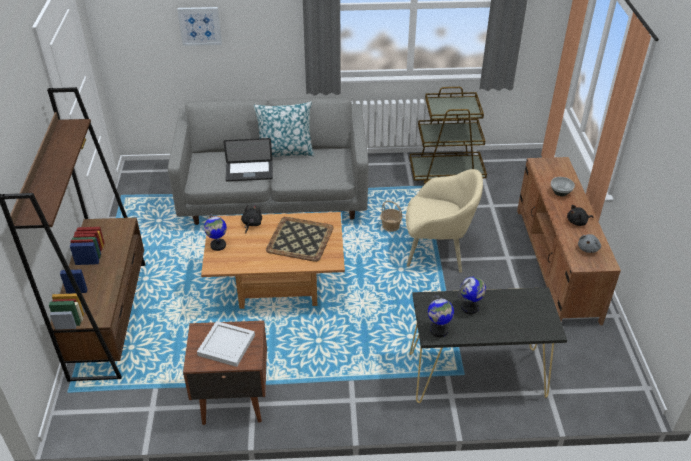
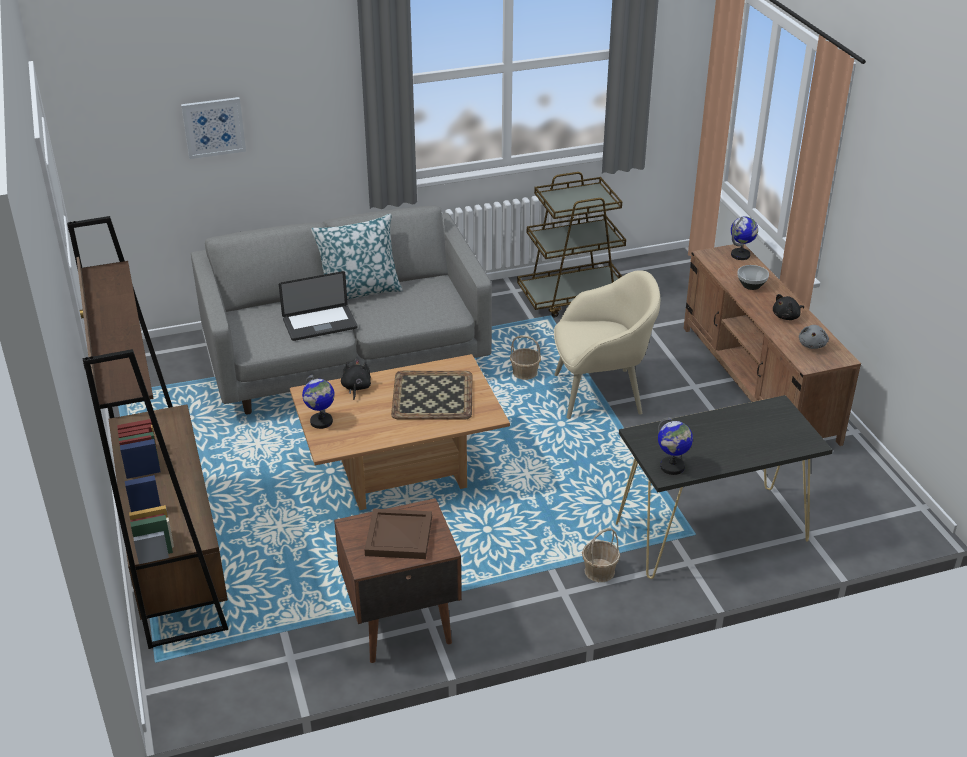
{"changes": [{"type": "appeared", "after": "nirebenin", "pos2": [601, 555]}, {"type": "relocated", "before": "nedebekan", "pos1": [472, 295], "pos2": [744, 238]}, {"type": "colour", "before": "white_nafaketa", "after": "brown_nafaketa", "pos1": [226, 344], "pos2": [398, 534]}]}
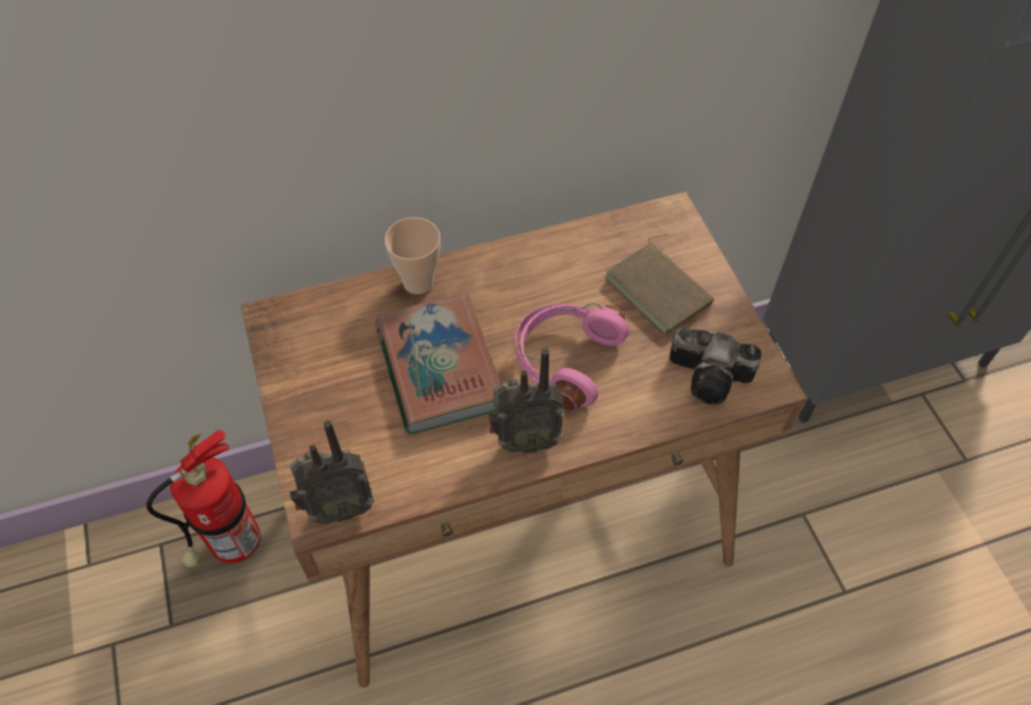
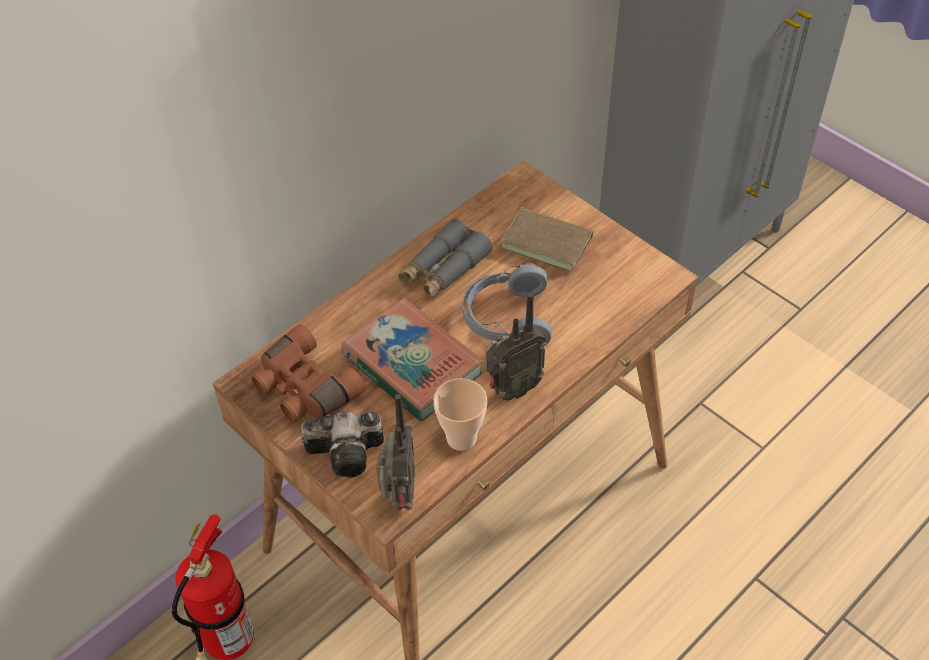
{"changes": [{"type": "appeared", "after": "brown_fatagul", "pos2": [309, 373]}, {"type": "appeared", "after": "grey_fatagul", "pos2": [445, 259]}, {"type": "relocated", "before": "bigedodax", "pos1": [412, 255], "pos2": [460, 414]}, {"type": "relocated", "before": "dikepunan", "pos1": [716, 366], "pos2": [342, 445]}, {"type": "colour", "before": "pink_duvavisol", "after": "grey_duvavisol", "pos1": [572, 357], "pos2": [507, 304]}, {"type": "spun", "before": "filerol", "pos1": [332, 472], "pos2": [395, 452], "turn": -45}]}
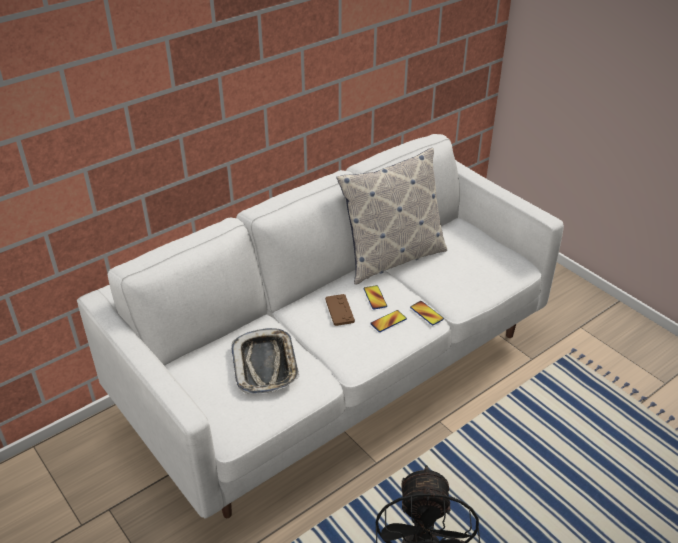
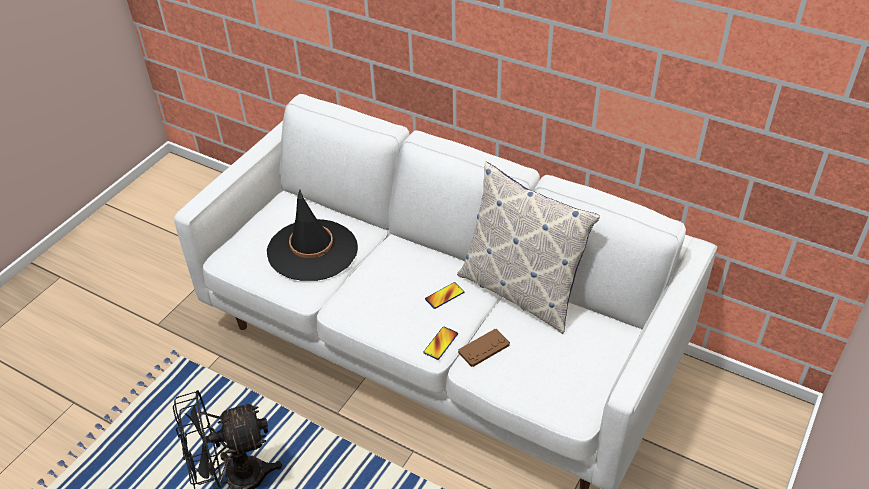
{"changes": [{"type": "missing", "before": "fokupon", "pos1": [388, 321]}, {"type": "relocated", "before": "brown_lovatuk", "pos1": [340, 310], "pos2": [484, 348]}, {"type": "exchanged", "before": "nafaketa", "after": "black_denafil", "pos1": [265, 361], "pos2": [312, 235]}]}
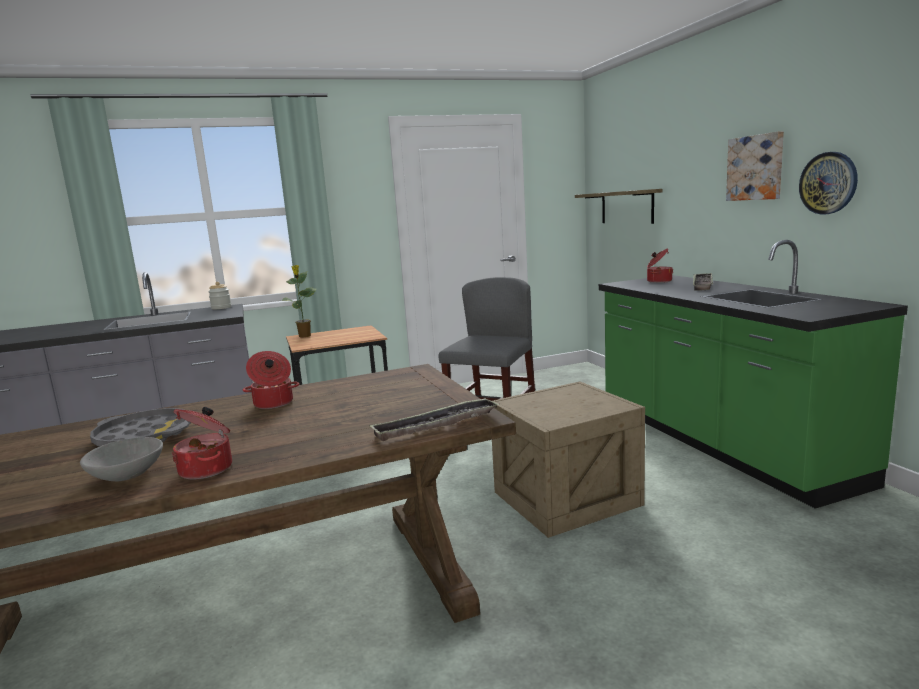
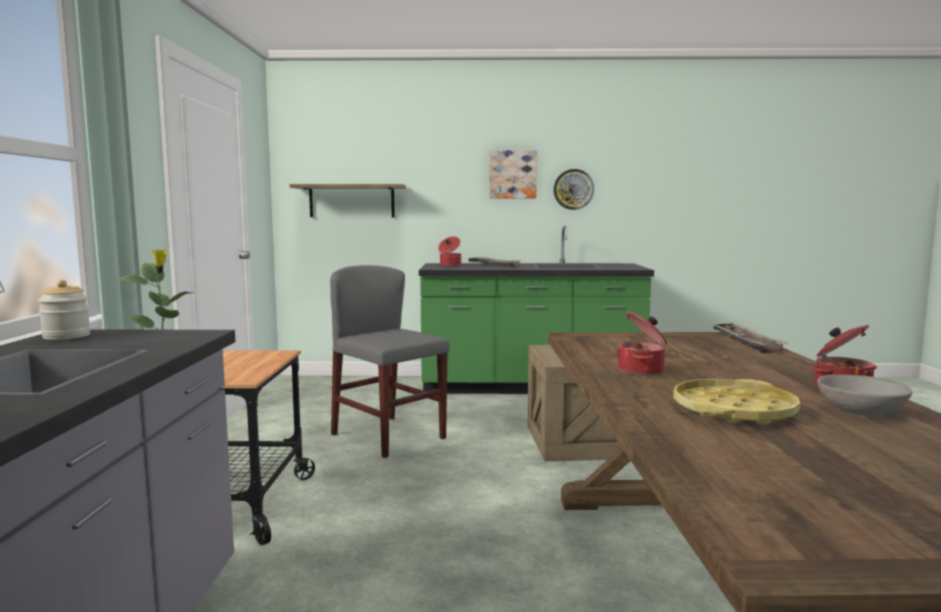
{"changes": [{"type": "colour", "before": "grey_nafaketa", "after": "yellow_nafaketa", "pos1": [140, 427], "pos2": [736, 401]}]}
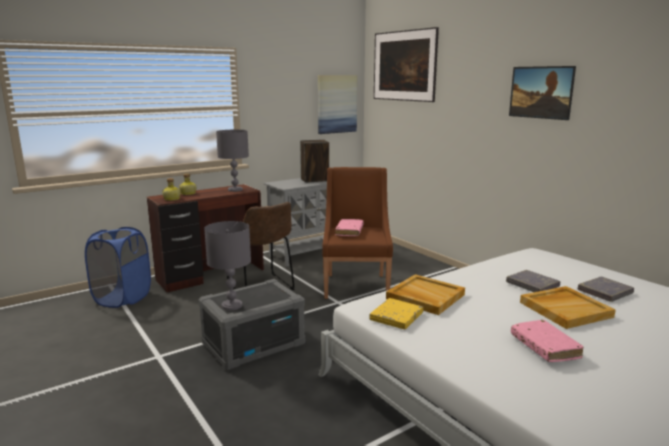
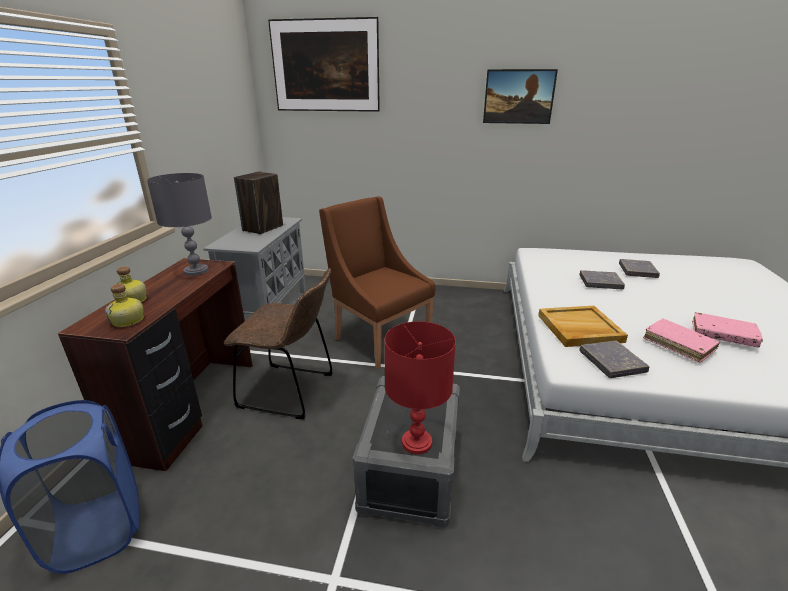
{"changes": [{"type": "missing", "before": "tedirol", "pos1": [337, 104]}, {"type": "missing", "before": "beige_nafaketa", "pos1": [567, 307]}, {"type": "relocated", "before": "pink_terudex", "pos1": [349, 227], "pos2": [681, 341]}, {"type": "colour", "before": "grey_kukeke", "after": "red_kukeke", "pos1": [227, 265], "pos2": [420, 387]}, {"type": "colour", "before": "yellow_terudex", "after": "grey_terudex", "pos1": [396, 313], "pos2": [614, 359]}]}
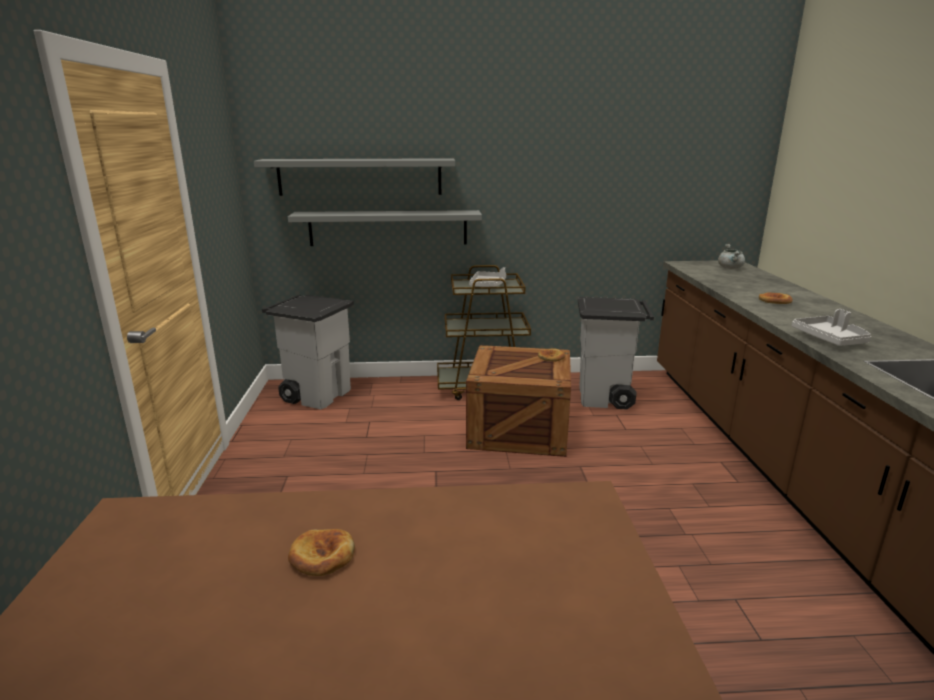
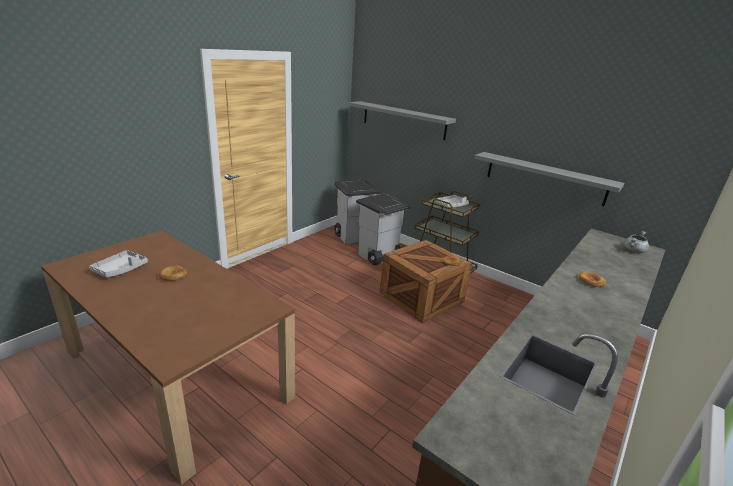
{"changes": [{"type": "relocated", "before": "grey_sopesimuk", "pos1": [385, 228], "pos2": [549, 179]}, {"type": "relocated", "before": "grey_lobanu", "pos1": [616, 353], "pos2": [383, 229]}, {"type": "relocated", "before": "grey_nafaketa", "pos1": [831, 327], "pos2": [118, 263]}]}
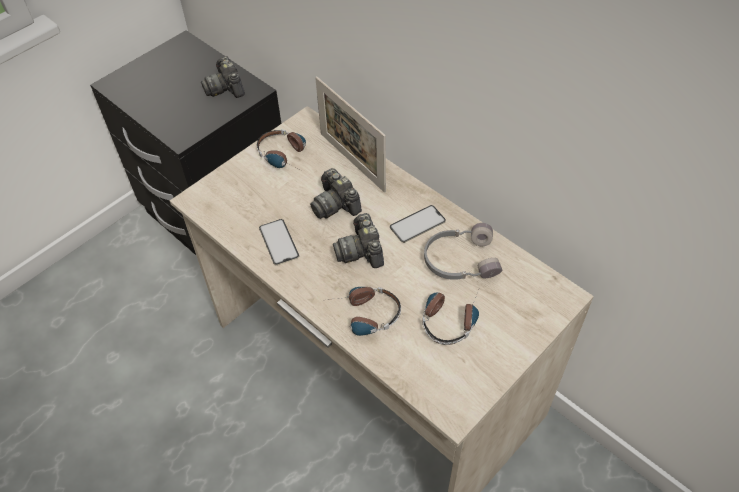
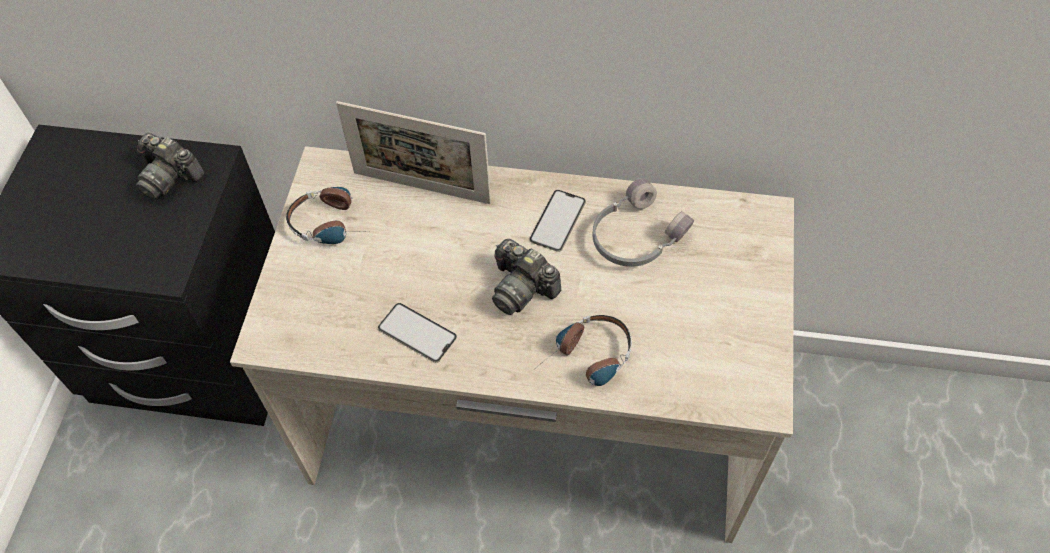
{"changes": [{"type": "missing", "before": "dikepunan", "pos1": [336, 193]}, {"type": "missing", "before": "duvavisol", "pos1": [451, 316]}]}
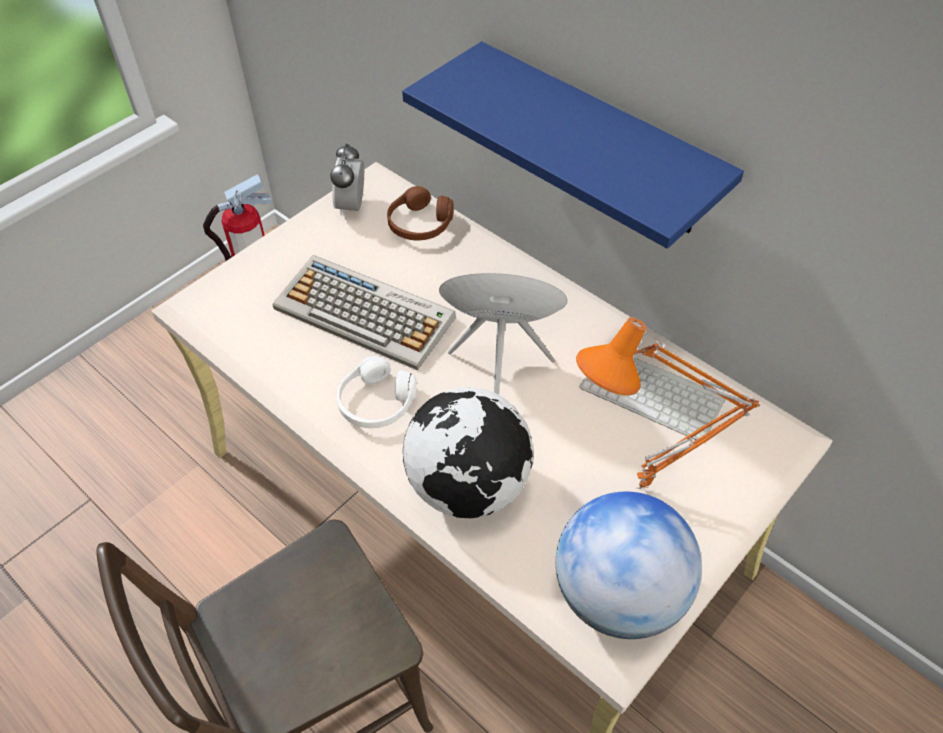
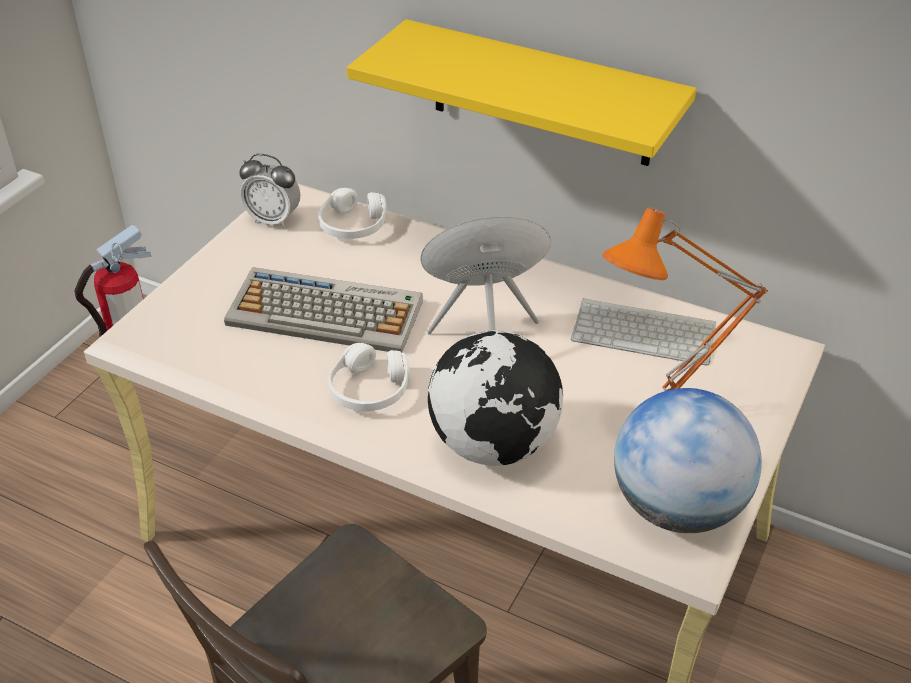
{"changes": [{"type": "colour", "before": "brown_duvavisol", "after": "white_duvavisol", "pos1": [420, 213], "pos2": [352, 213]}, {"type": "colour", "before": "blue_sopesimuk", "after": "yellow_sopesimuk", "pos1": [573, 145], "pos2": [521, 92]}, {"type": "spun", "before": "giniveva", "pos1": [347, 179], "pos2": [269, 191], "turn": -60}]}
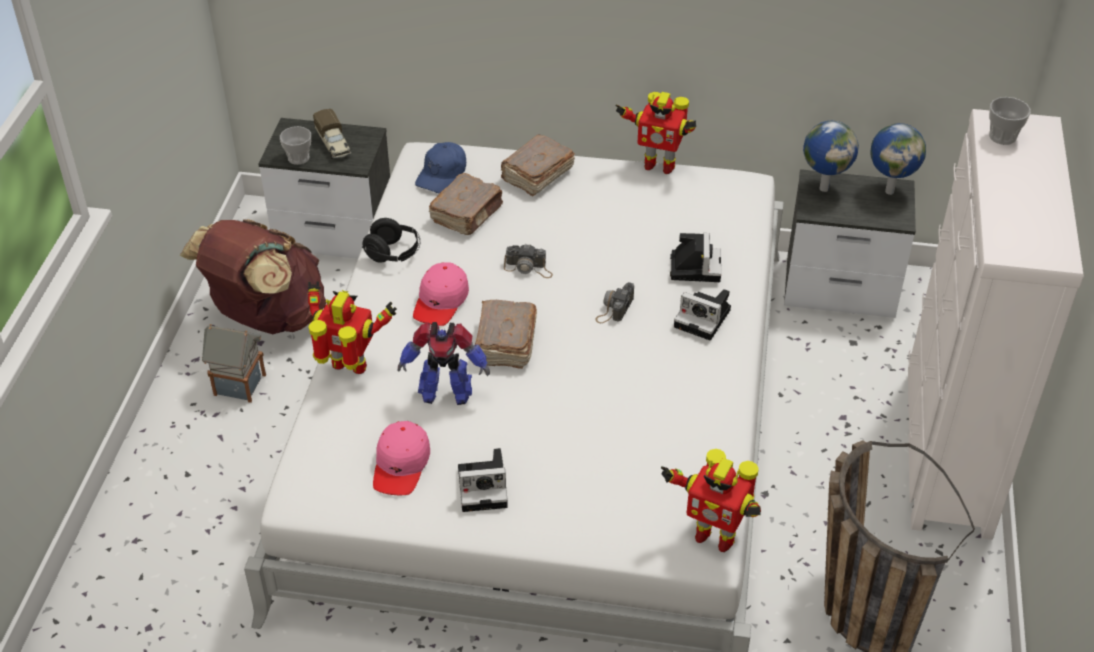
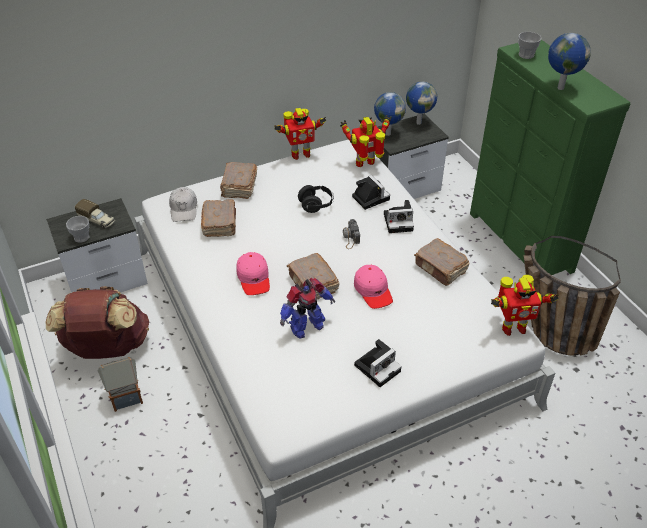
{"changes": [{"type": "missing", "before": "dikepunan", "pos1": [528, 261]}, {"type": "appeared", "after": "brown_terudex", "pos2": [441, 262]}, {"type": "appeared", "after": "nedebekan", "pos2": [569, 61]}, {"type": "relocated", "before": "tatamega", "pos1": [352, 328], "pos2": [365, 141]}, {"type": "relocated", "before": "black_duvavisol", "pos1": [391, 240], "pos2": [316, 199]}, {"type": "relocated", "before": "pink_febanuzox", "pos1": [401, 458], "pos2": [373, 287]}, {"type": "colour", "before": "blue_febanuzox", "after": "white_febanuzox", "pos1": [440, 167], "pos2": [183, 204]}, {"type": "colour", "before": "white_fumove", "after": "green_fumove", "pos1": [996, 324], "pos2": [550, 157]}]}
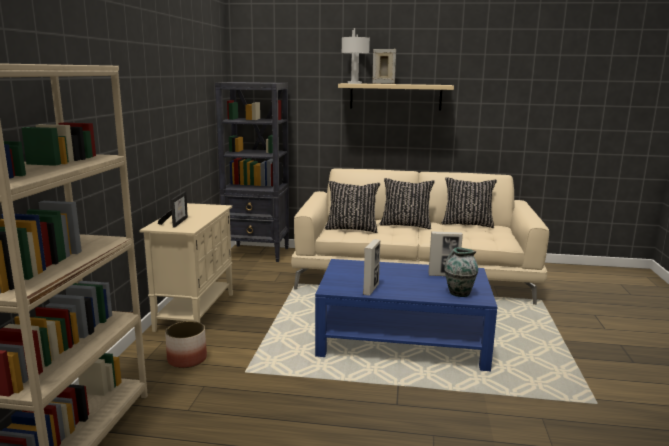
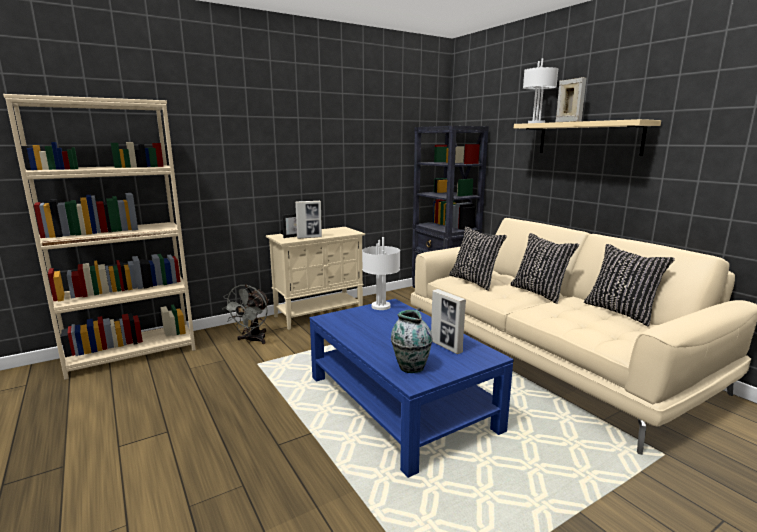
{"changes": [{"type": "appeared", "after": "white_kukeke", "pos2": [381, 273]}, {"type": "relocated", "before": "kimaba", "pos1": [371, 267], "pos2": [308, 220]}, {"type": "exchanged", "before": "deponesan", "after": "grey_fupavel", "pos1": [186, 344], "pos2": [245, 314]}]}
